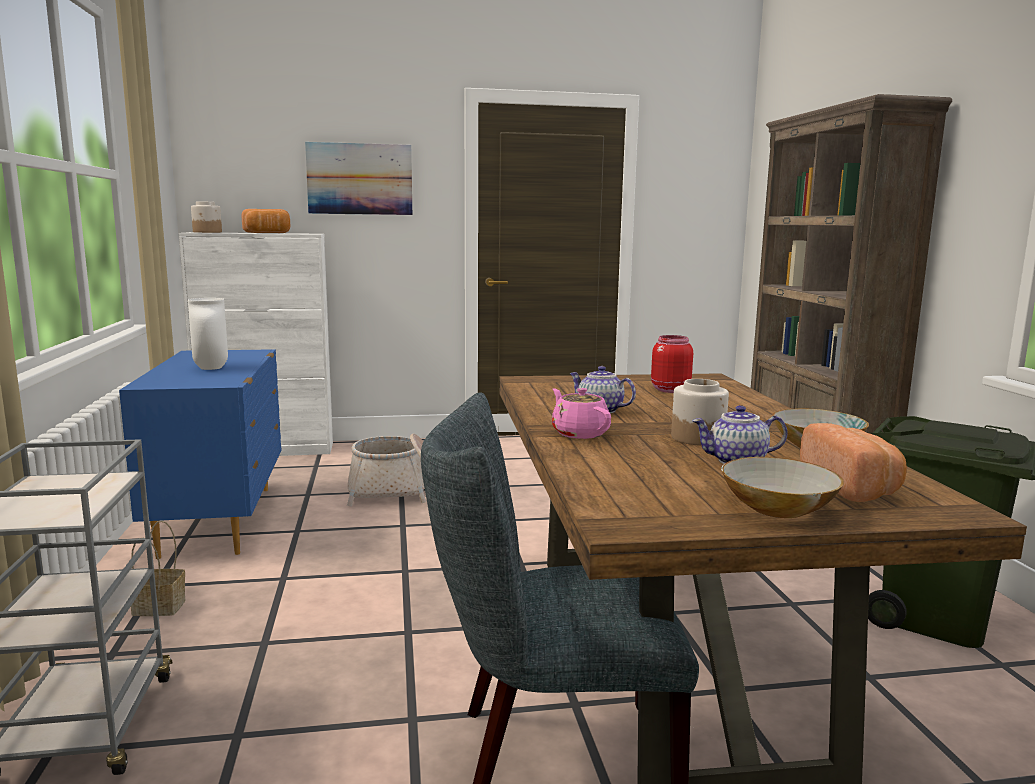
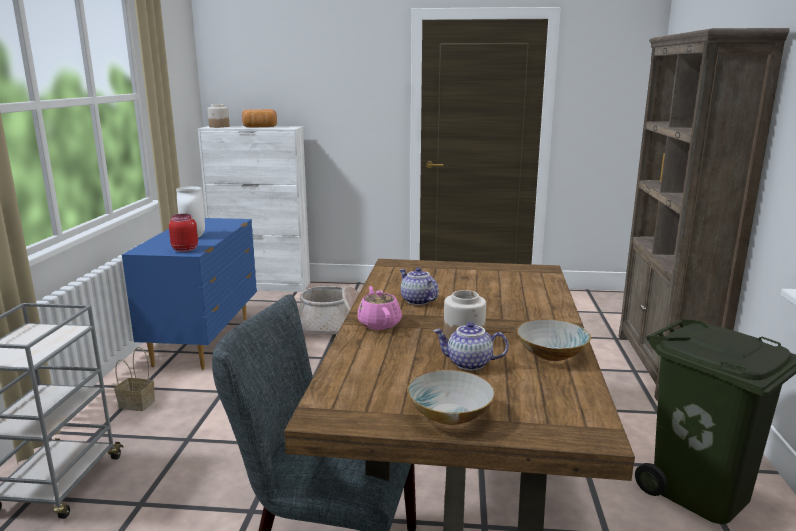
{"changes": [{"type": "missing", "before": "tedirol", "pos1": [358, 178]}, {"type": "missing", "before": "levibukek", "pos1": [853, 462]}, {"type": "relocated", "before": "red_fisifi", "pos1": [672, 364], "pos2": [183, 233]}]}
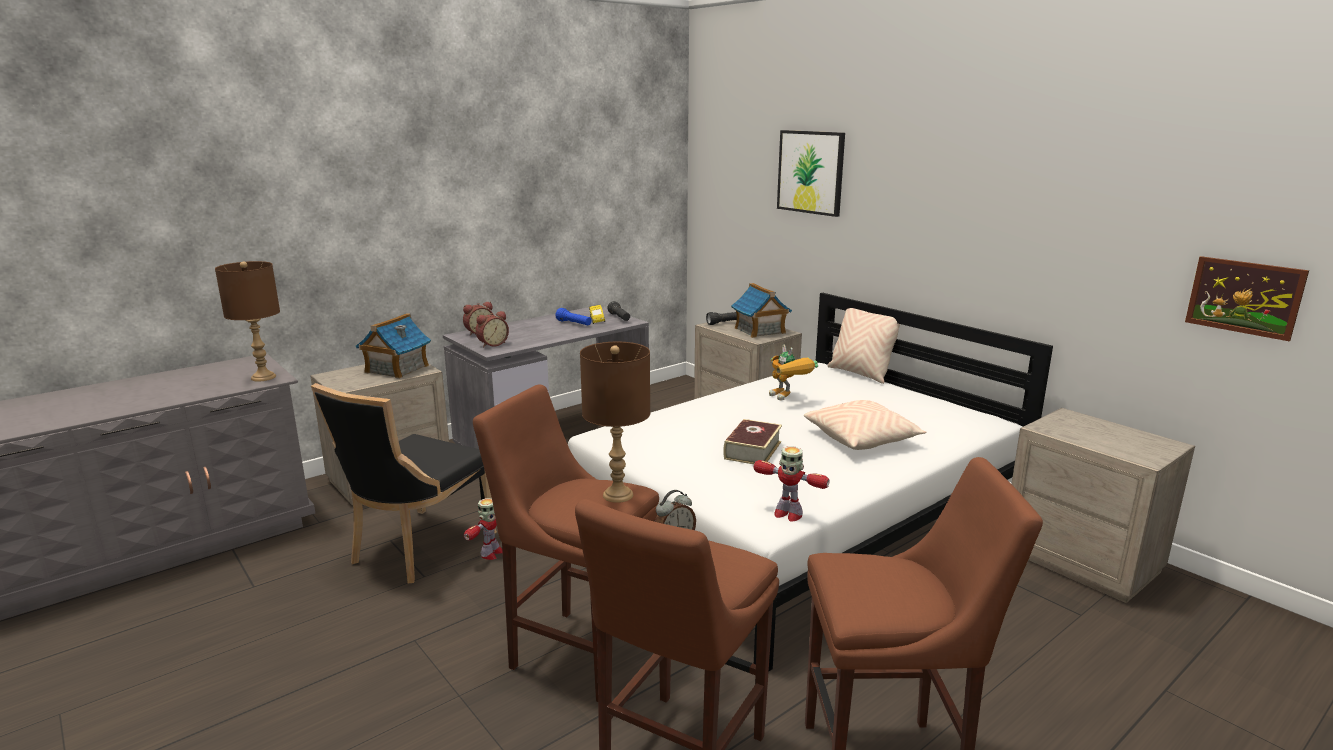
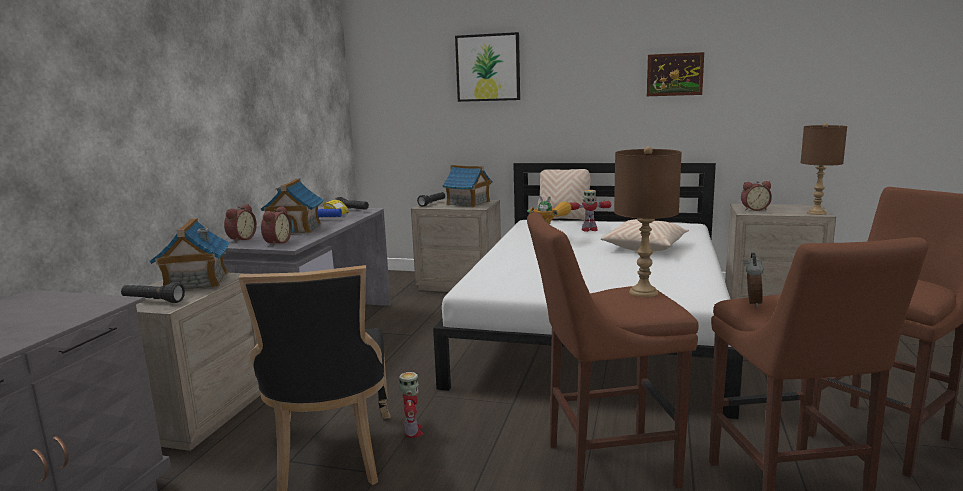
{"changes": [{"type": "missing", "before": "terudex", "pos1": [752, 441]}, {"type": "appeared", "after": "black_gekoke", "pos2": [153, 293]}, {"type": "appeared", "after": "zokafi", "pos2": [292, 207]}, {"type": "appeared", "after": "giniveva", "pos2": [756, 196]}, {"type": "relocated", "before": "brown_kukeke", "pos1": [247, 321], "pos2": [824, 169]}, {"type": "relocated", "before": "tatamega", "pos1": [792, 484], "pos2": [590, 211]}, {"type": "relocated", "before": "tedirol", "pos1": [1247, 298], "pos2": [675, 74]}]}
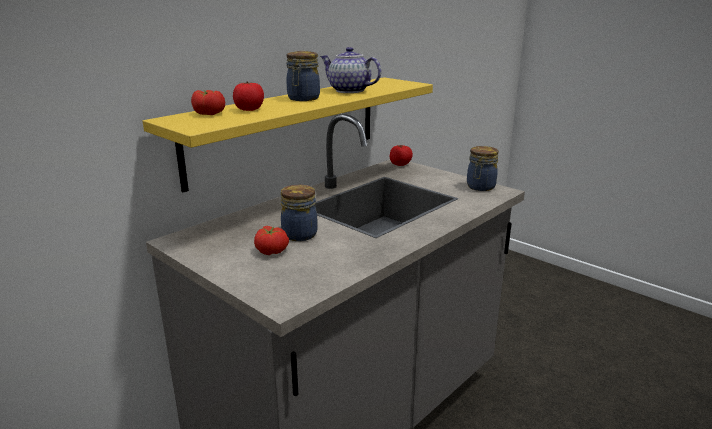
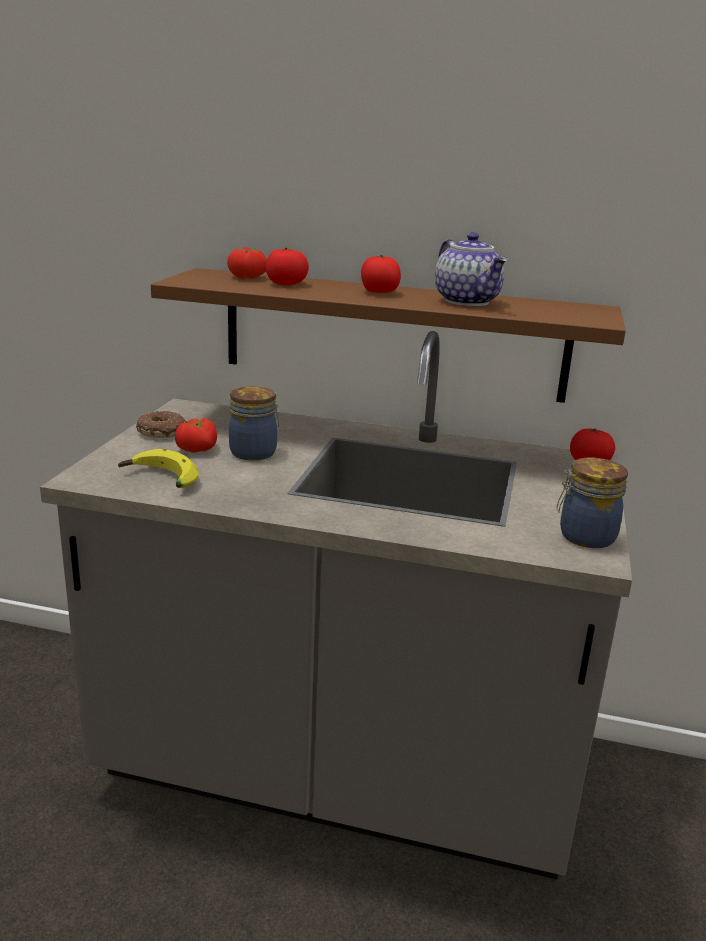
{"changes": [{"type": "appeared", "after": "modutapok", "pos2": [158, 468]}, {"type": "appeared", "after": "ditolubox", "pos2": [161, 424]}, {"type": "exchanged", "before": "fisifi", "after": "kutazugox", "pos1": [303, 76], "pos2": [381, 274]}, {"type": "colour", "before": "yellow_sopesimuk", "after": "brown_sopesimuk", "pos1": [288, 134], "pos2": [388, 335]}, {"type": "spun", "before": "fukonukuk", "pos1": [350, 70], "pos2": [471, 269], "turn": 150}]}
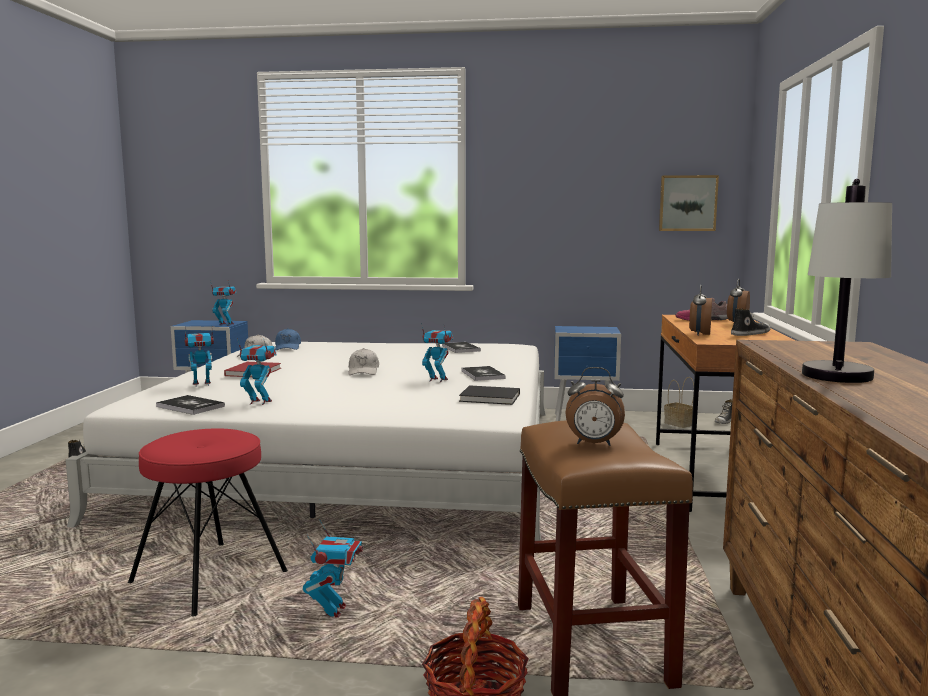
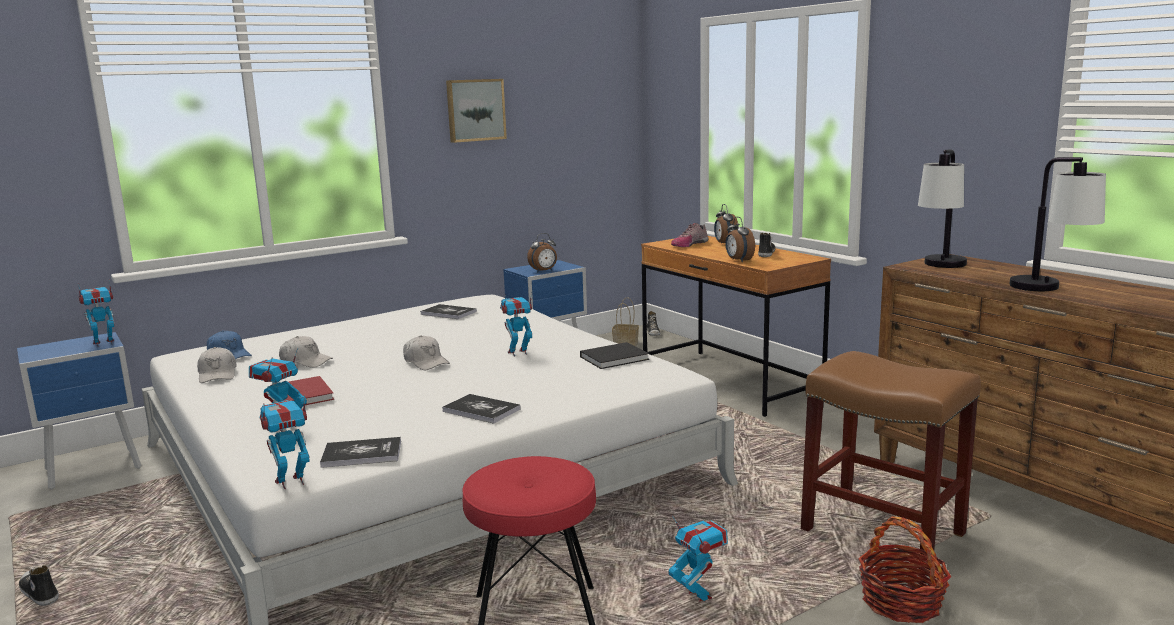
{"changes": [{"type": "appeared", "after": "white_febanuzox", "pos2": [306, 352]}, {"type": "appeared", "after": "kukeke", "pos2": [942, 208]}, {"type": "relocated", "before": "tatamega", "pos1": [257, 371], "pos2": [285, 442]}, {"type": "relocated", "before": "terudex", "pos1": [484, 373], "pos2": [481, 409]}, {"type": "relocated", "before": "giniveva", "pos1": [595, 406], "pos2": [542, 252]}, {"type": "relocated", "before": "tedirol", "pos1": [689, 203], "pos2": [476, 111]}]}
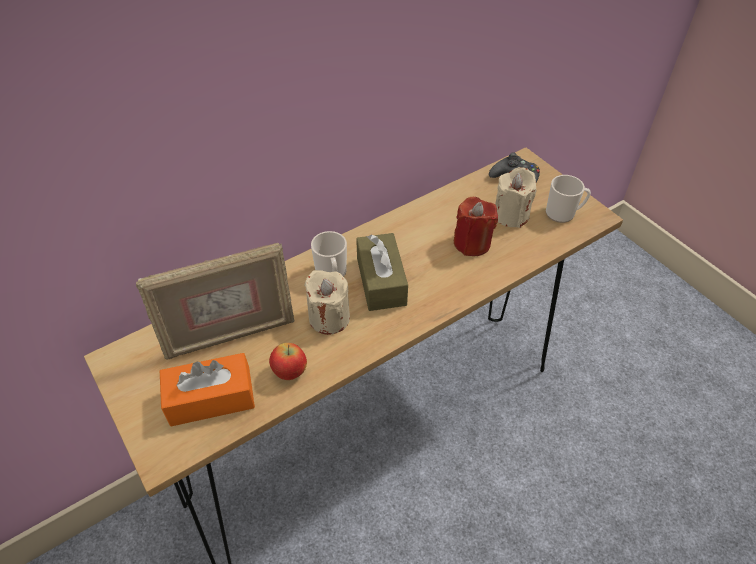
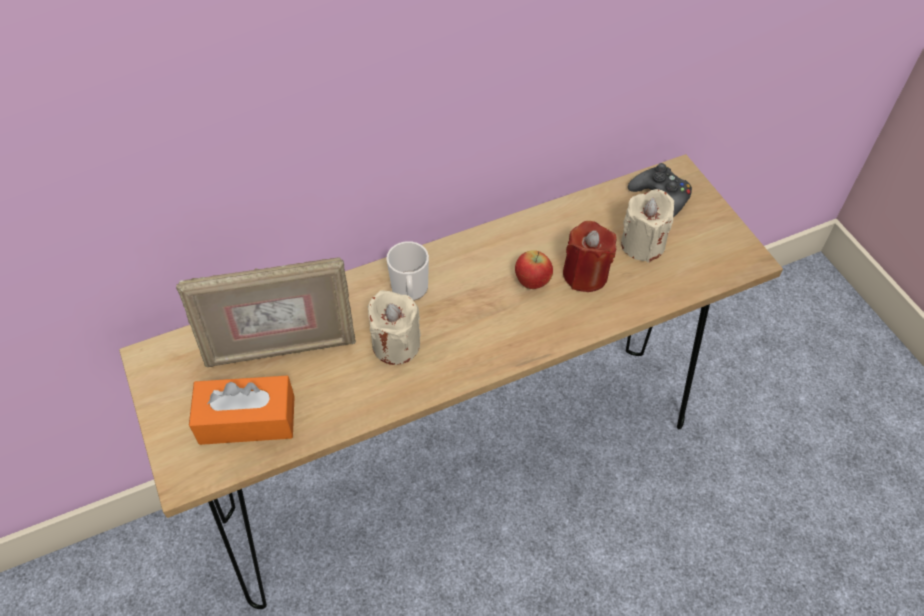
{"changes": [{"type": "missing", "before": "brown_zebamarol", "pos1": [382, 272]}, {"type": "missing", "before": "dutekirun", "pos1": [568, 199]}, {"type": "relocated", "before": "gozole", "pos1": [288, 361], "pos2": [534, 269]}]}
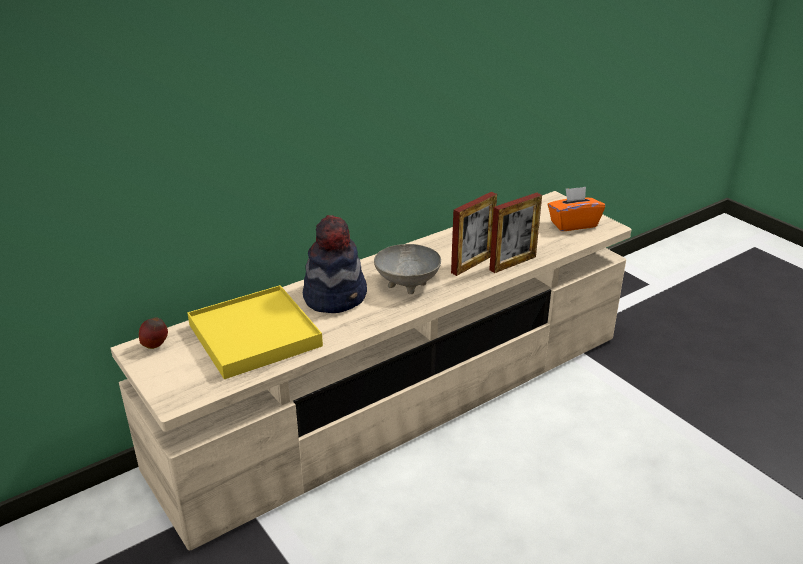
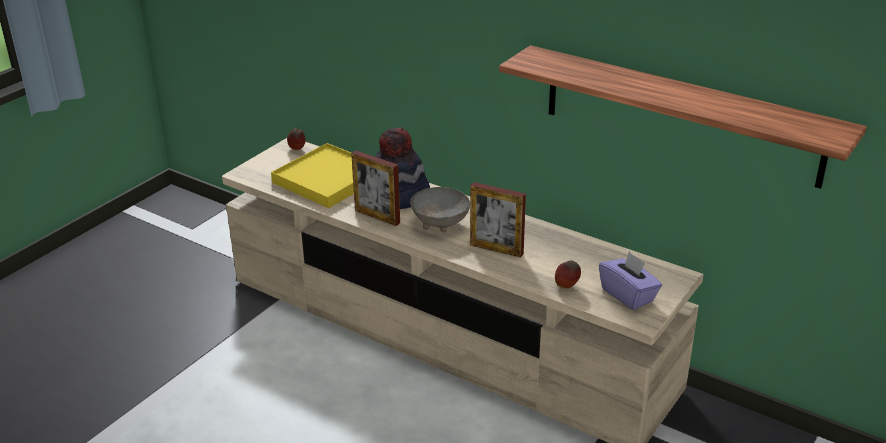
{"changes": [{"type": "appeared", "after": "sopesimuk", "pos2": [683, 117]}, {"type": "appeared", "after": "gozole", "pos2": [568, 274]}, {"type": "relocated", "before": "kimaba", "pos1": [515, 233], "pos2": [375, 188]}, {"type": "colour", "before": "orange_zebamarol", "after": "purple_zebamarol", "pos1": [576, 209], "pos2": [630, 281]}]}
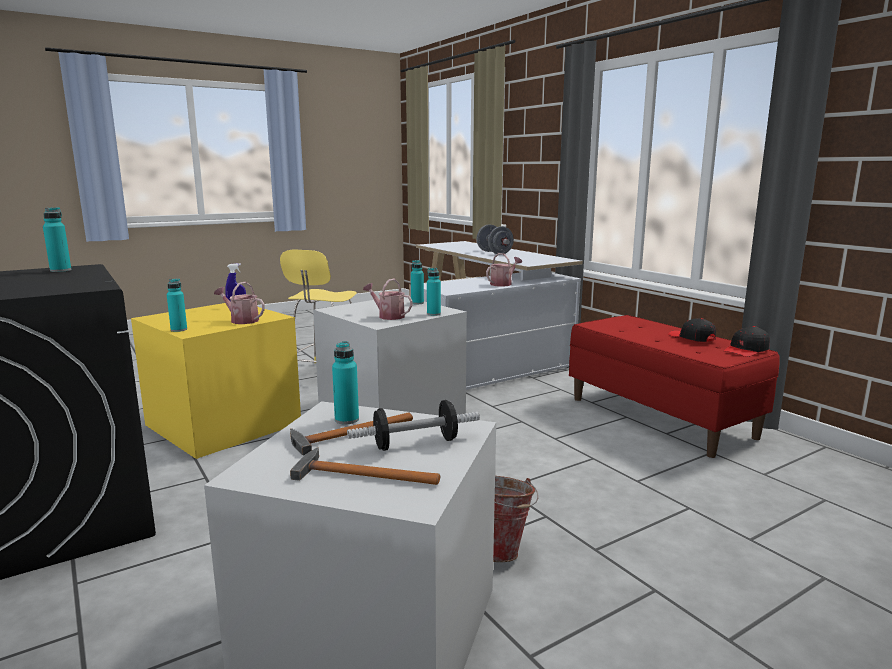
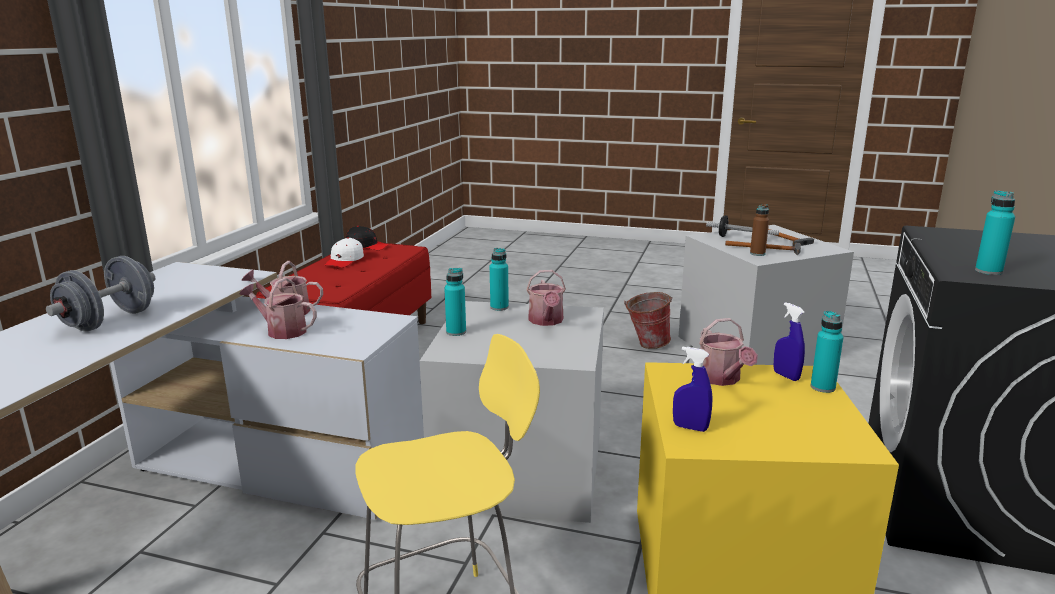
{"changes": [{"type": "appeared", "after": "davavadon", "pos2": [278, 308]}, {"type": "appeared", "after": "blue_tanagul", "pos2": [789, 341]}, {"type": "colour", "before": "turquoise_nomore", "after": "brown_nomore", "pos1": [345, 382], "pos2": [759, 230]}, {"type": "colour", "before": "black_febanuzox", "after": "white_febanuzox", "pos1": [692, 330], "pos2": [344, 252]}]}
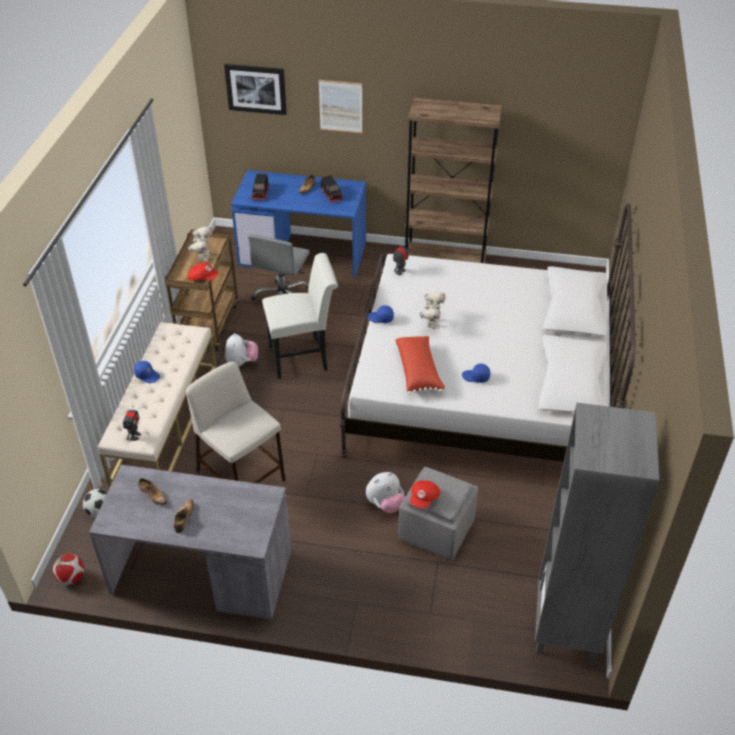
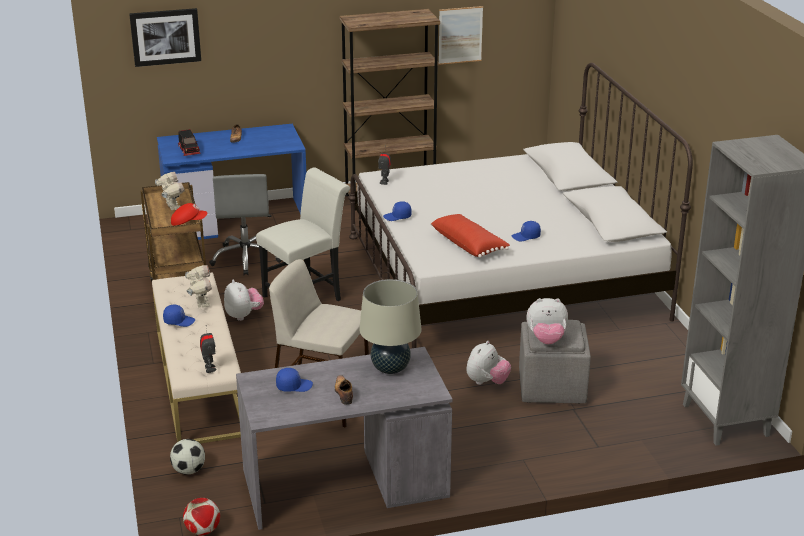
{"changes": [{"type": "missing", "before": "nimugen", "pos1": [332, 189]}, {"type": "appeared", "after": "beige_kukeke", "pos2": [390, 326]}, {"type": "relocated", "before": "tedirol", "pos1": [340, 106], "pos2": [461, 35]}, {"type": "relocated", "before": "tatamega", "pos1": [432, 310], "pos2": [198, 286]}, {"type": "exchanged", "before": "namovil", "after": "blue_febanuzox", "pos1": [152, 492], "pos2": [294, 380]}, {"type": "exchanged", "before": "red_febanuzox", "after": "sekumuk", "pos1": [425, 494], "pos2": [547, 321]}]}
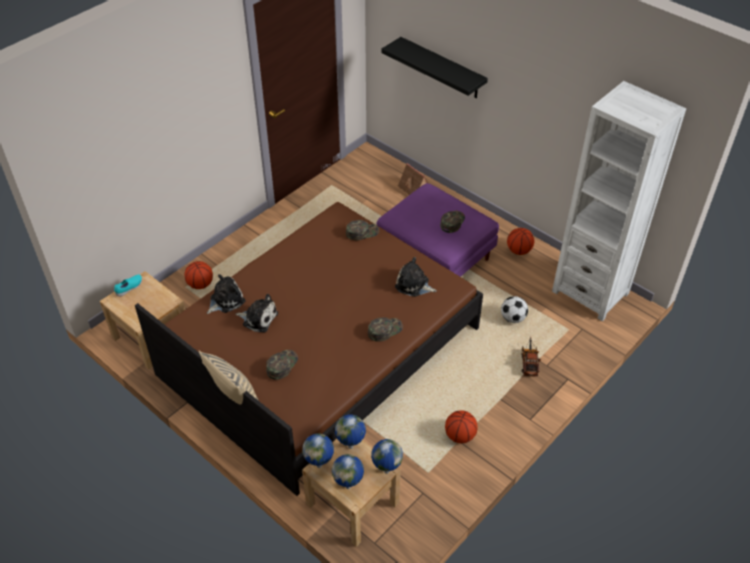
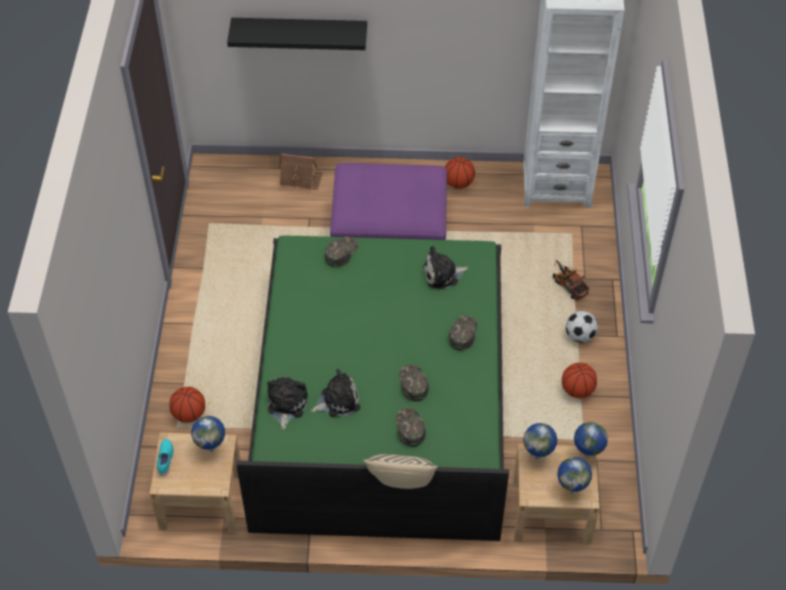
{"changes": [{"type": "relocated", "before": "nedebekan", "pos1": [318, 451], "pos2": [208, 434]}, {"type": "relocated", "before": "green_febanuzox", "pos1": [452, 222], "pos2": [414, 382]}, {"type": "relocated", "before": "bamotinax", "pos1": [514, 309], "pos2": [582, 327]}, {"type": "colour", "before": "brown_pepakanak", "after": "green_pepakanak", "pos1": [309, 349], "pos2": [372, 388]}]}
